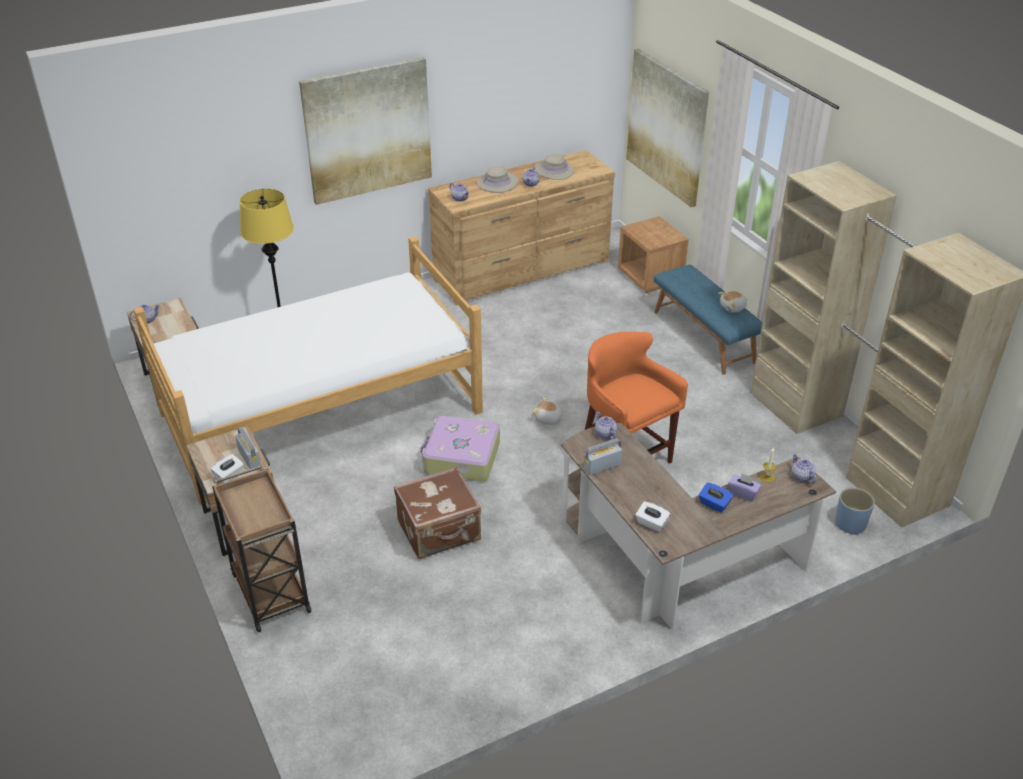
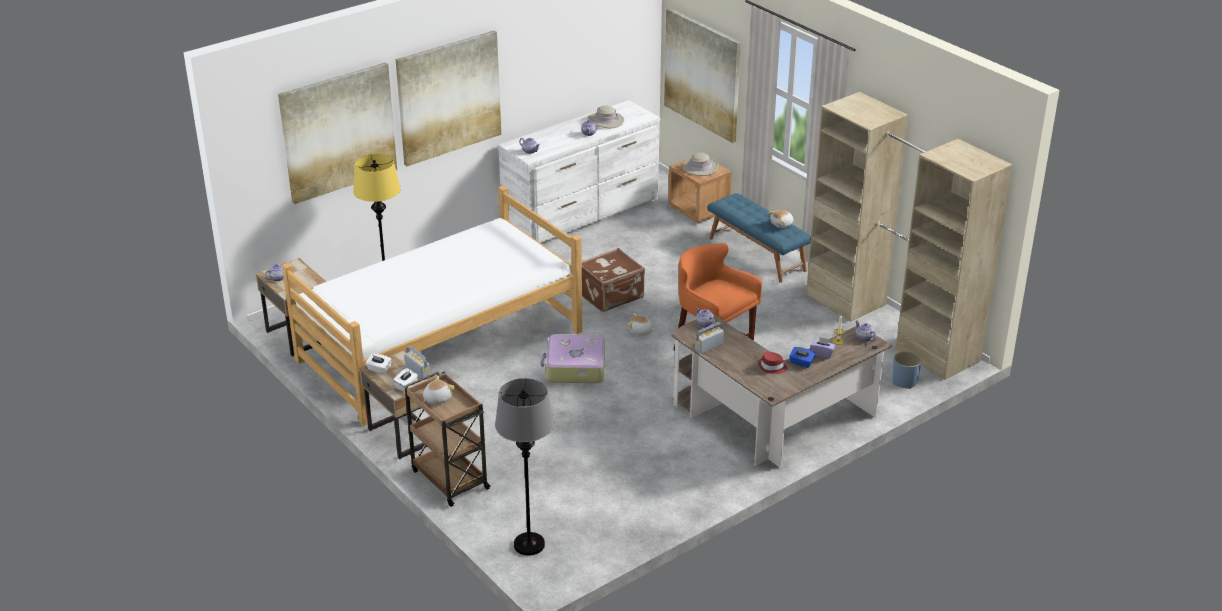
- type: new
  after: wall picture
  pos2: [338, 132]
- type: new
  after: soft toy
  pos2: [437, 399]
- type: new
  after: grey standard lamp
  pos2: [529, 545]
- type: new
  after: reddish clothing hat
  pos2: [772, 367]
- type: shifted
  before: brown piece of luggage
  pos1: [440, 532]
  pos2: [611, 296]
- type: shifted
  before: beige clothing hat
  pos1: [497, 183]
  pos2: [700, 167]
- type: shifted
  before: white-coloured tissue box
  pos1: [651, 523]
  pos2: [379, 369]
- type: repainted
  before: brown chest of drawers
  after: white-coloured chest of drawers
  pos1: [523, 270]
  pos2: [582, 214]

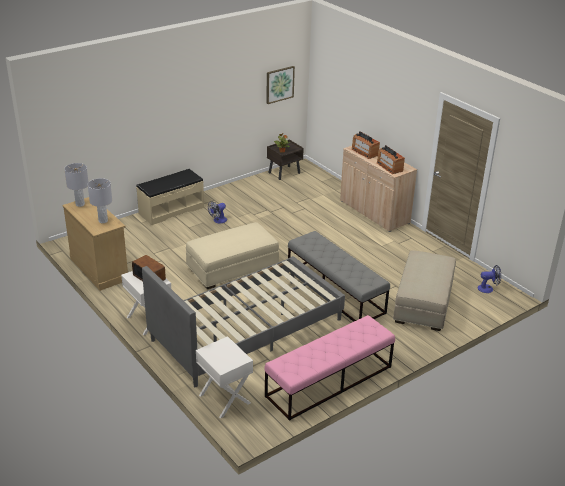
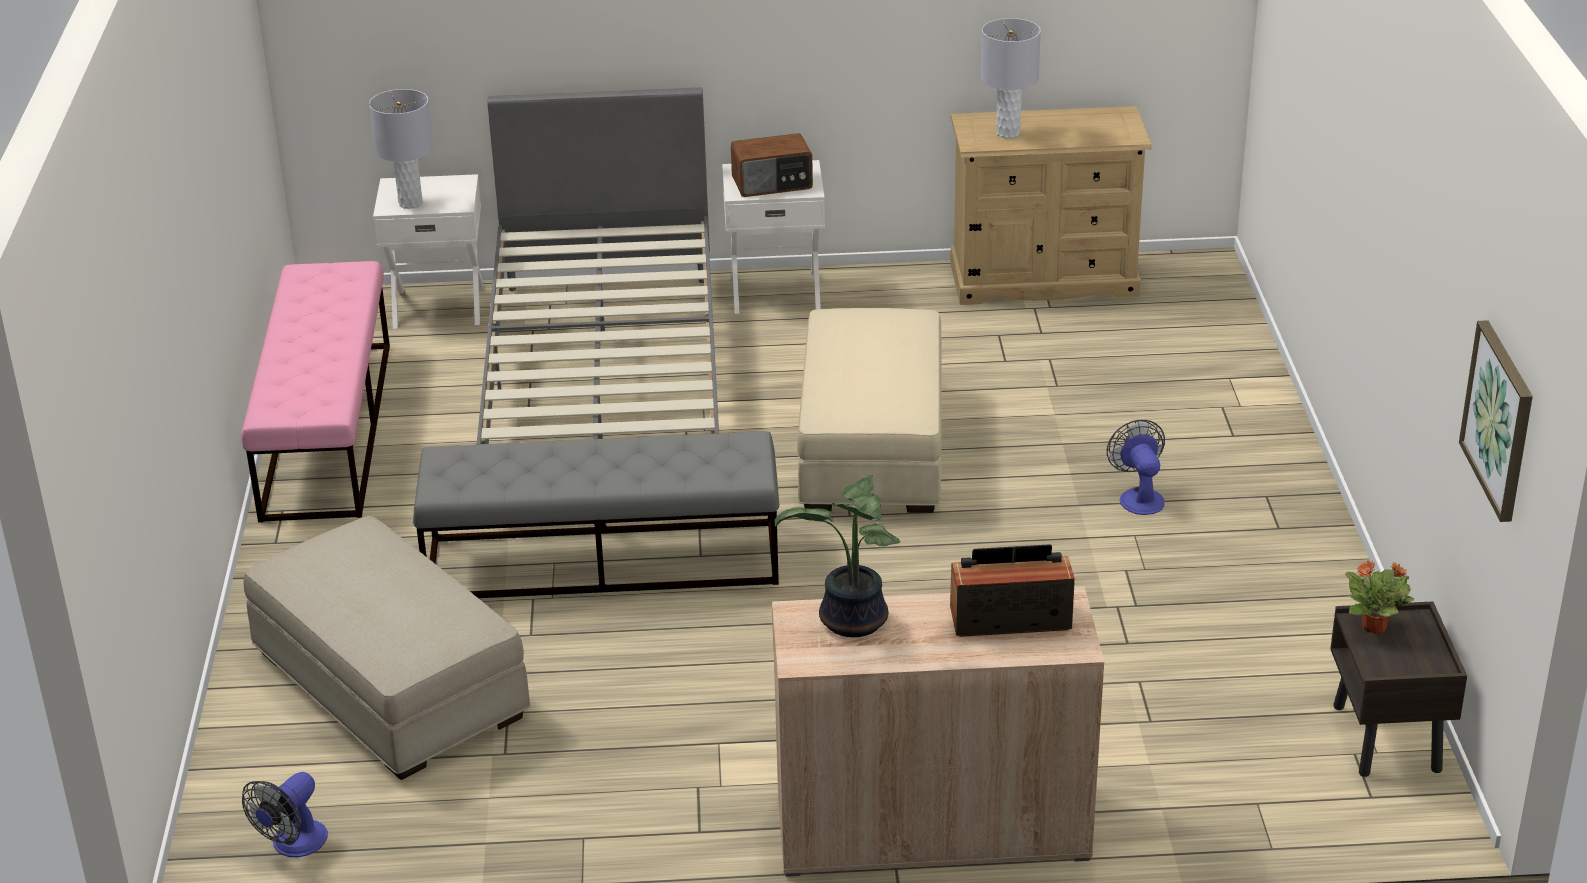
- type: gone
  before: beige bench
  pos1: [171, 210]
- type: shifted
  before: grey table lamp
  pos1: [80, 204]
  pos2: [411, 203]
- type: swapped
  before: radio
  after: plant in a pot
  pos1: [389, 167]
  pos2: [851, 623]

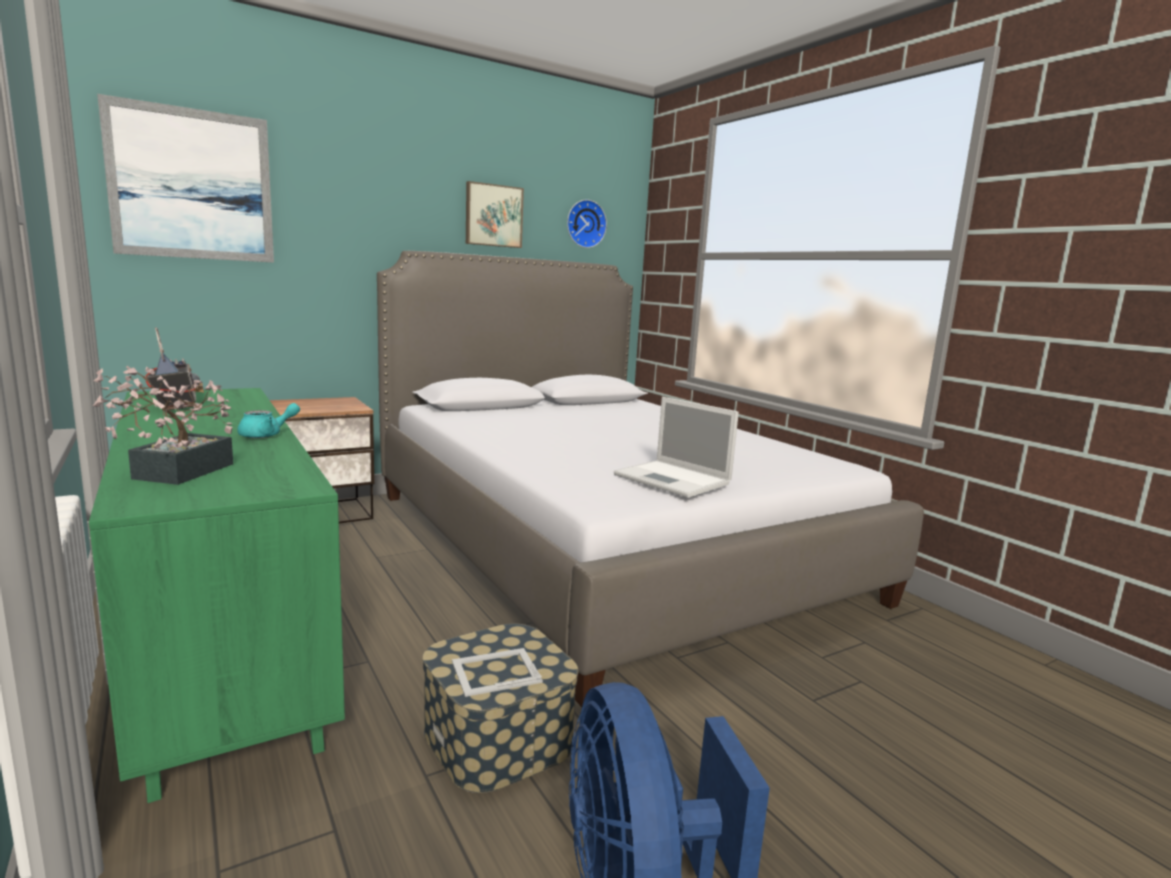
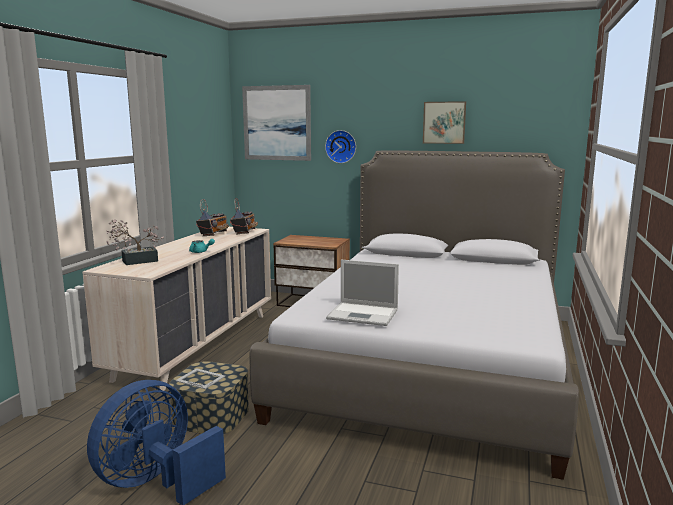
- type: new
  after: radio
  pos2: [244, 232]
- type: shifted
  before: wall clock
  pos1: [585, 224]
  pos2: [341, 146]
- type: repainted
  before: green-coloured chest of drawers
  after: beige chest of drawers
  pos1: [222, 643]
  pos2: [197, 344]
- type: rotated
  before: notebook computer
  pos1: [674, 480]
  pos2: [364, 314]
  turn: -75

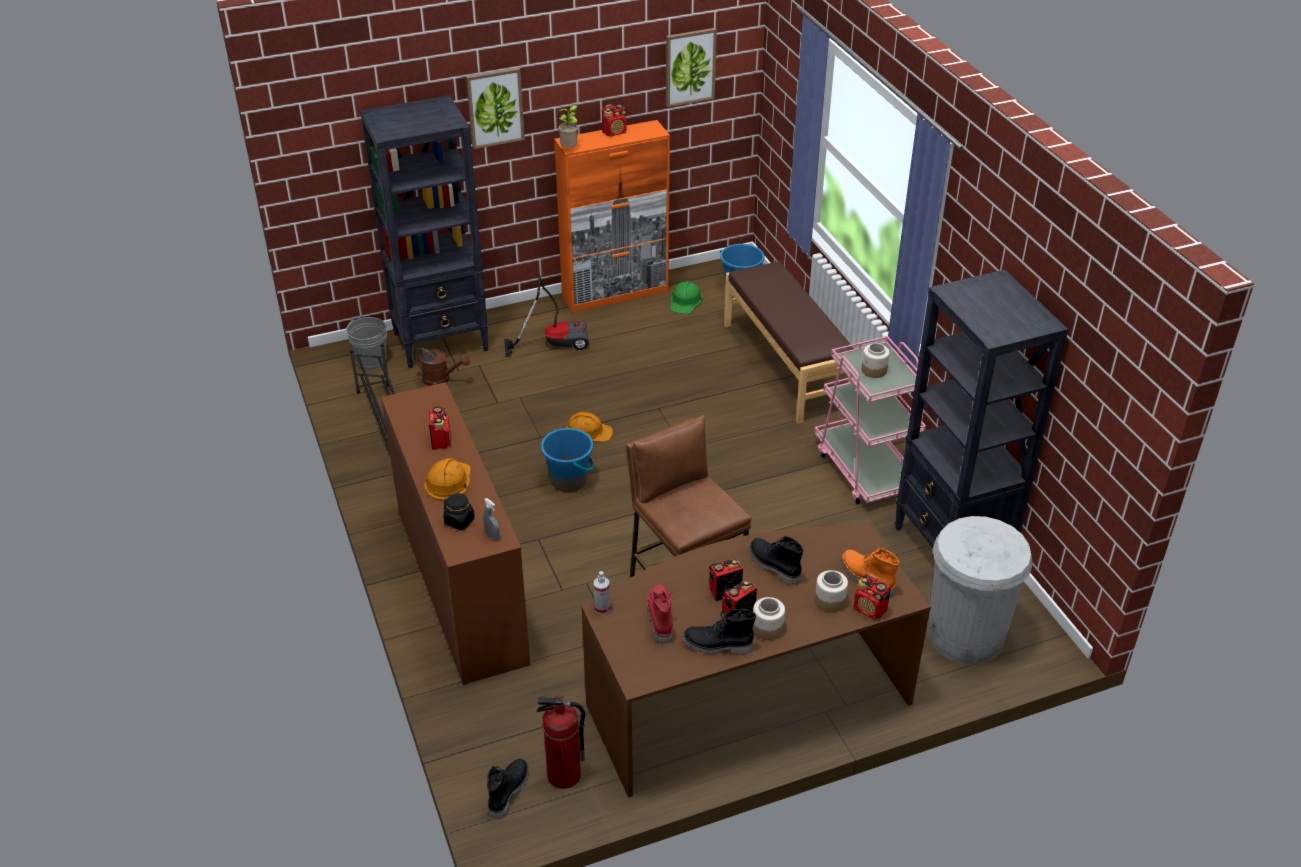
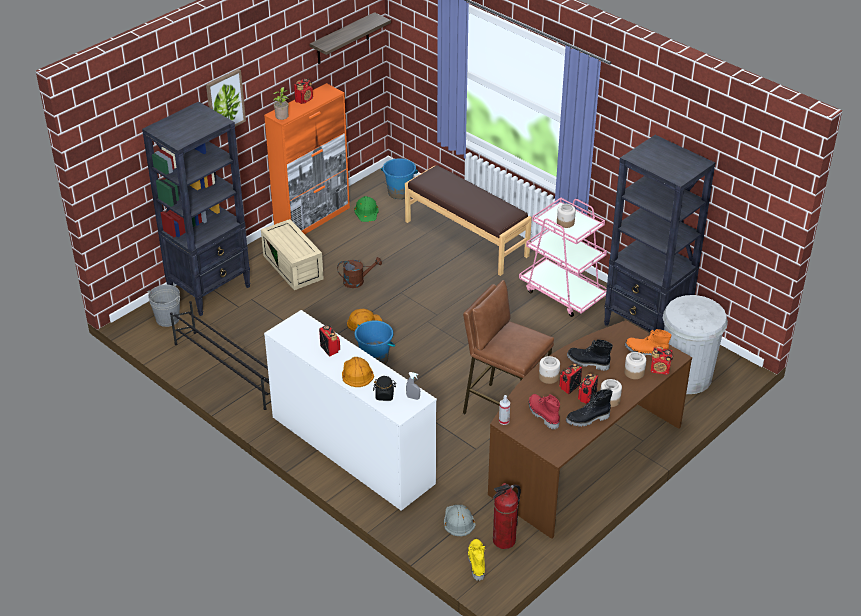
- type: new
  after: grey hard hat
  pos2: [458, 521]
- type: new
  after: jar
  pos2: [548, 377]
- type: shifted
  before: brown sprinkling can
  pos1: [441, 379]
  pos2: [357, 281]
- type: swapped
  before: vacuum
  after: beige storage box
  pos1: [554, 342]
  pos2: [294, 267]
- type: swapped
  before: wall picture
  after: bracket shelf
  pos1: [690, 67]
  pos2: [342, 39]
- type: repainted
  before: brown chest of drawers
  after: white-coloured chest of drawers
  pos1: [461, 584]
  pos2: [352, 450]
- type: repainted
  before: black boot
  after: yellow-coloured boot
  pos1: [507, 791]
  pos2: [476, 562]

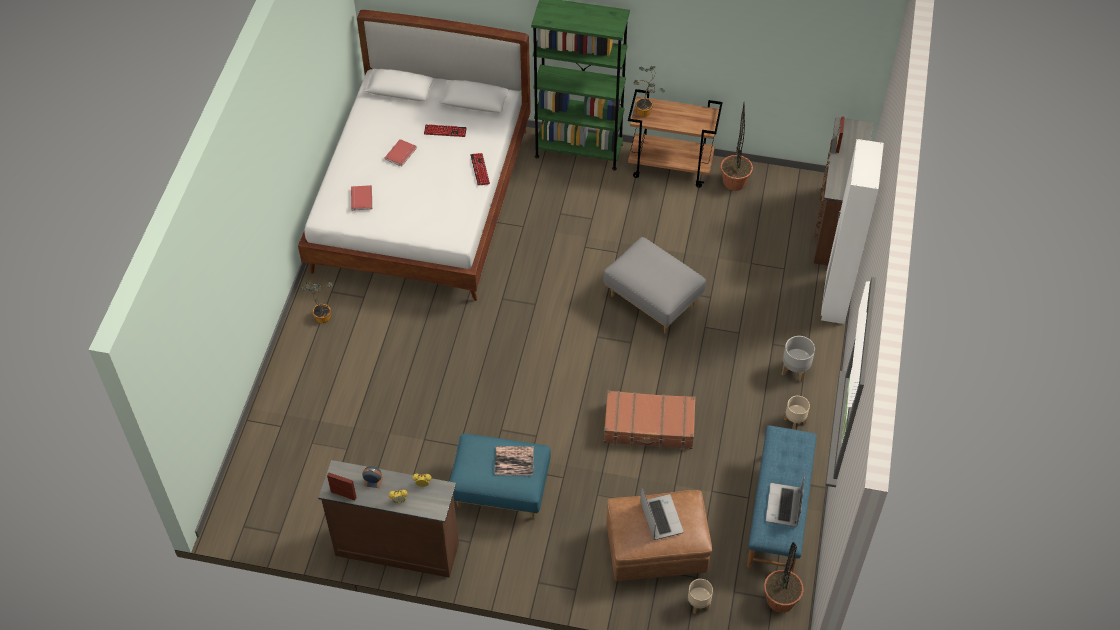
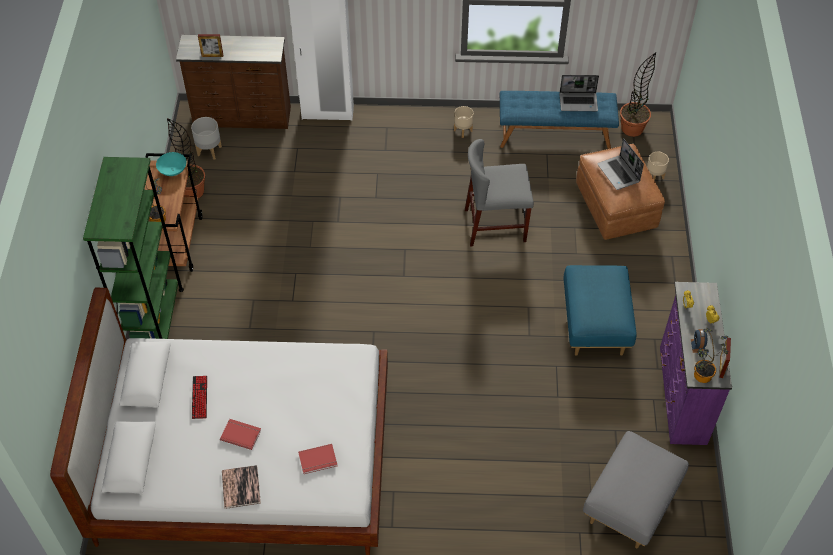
- type: gone
  before: computer keyboard
  pos1: [480, 169]
- type: new
  after: turquoise serving bowl
  pos2: [172, 171]
- type: shifted
  before: plant in a pot
  pos1: [322, 315]
  pos2: [700, 377]
- type: shifted
  before: volume
  pos1: [514, 461]
  pos2: [241, 487]
- type: shifted
  before: grey footrest
  pos1: [653, 300]
  pos2: [630, 503]
- type: shifted
  before: grey flower pot
  pos1: [795, 370]
  pos2: [209, 150]
- type: swapped
  before: brown piece of luggage
  after: grey chair
  pos1: [649, 426]
  pos2: [495, 225]
- type: repainted
  before: brown chest of drawers
  after: purplish chest of drawers
  pos1: [397, 548]
  pos2: [681, 395]
- type: rotated
  before: notebook computer
  pos1: [660, 517]
  pos2: [619, 173]
  turn: -90

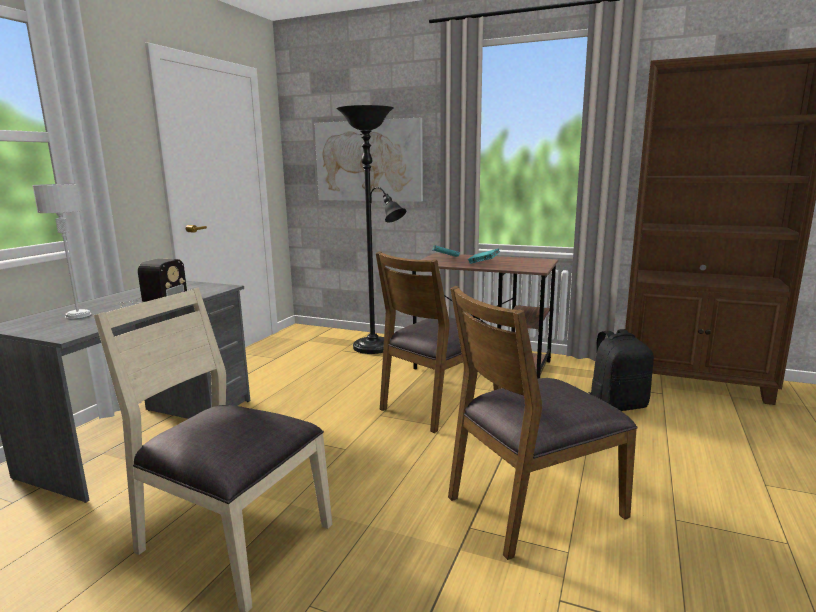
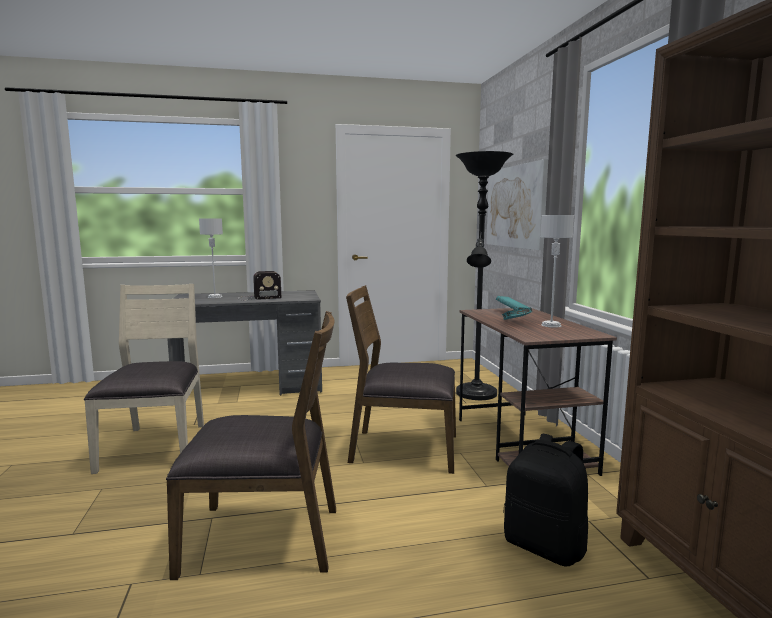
- type: new
  after: grey table lamp
  pos2: [551, 325]
- type: rotated
  before: brown chair
  pos1: [532, 505]
  pos2: [264, 538]
  turn: 150

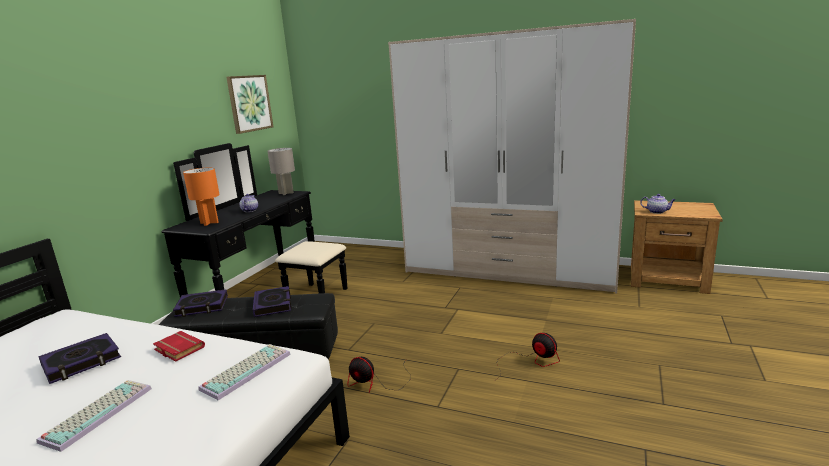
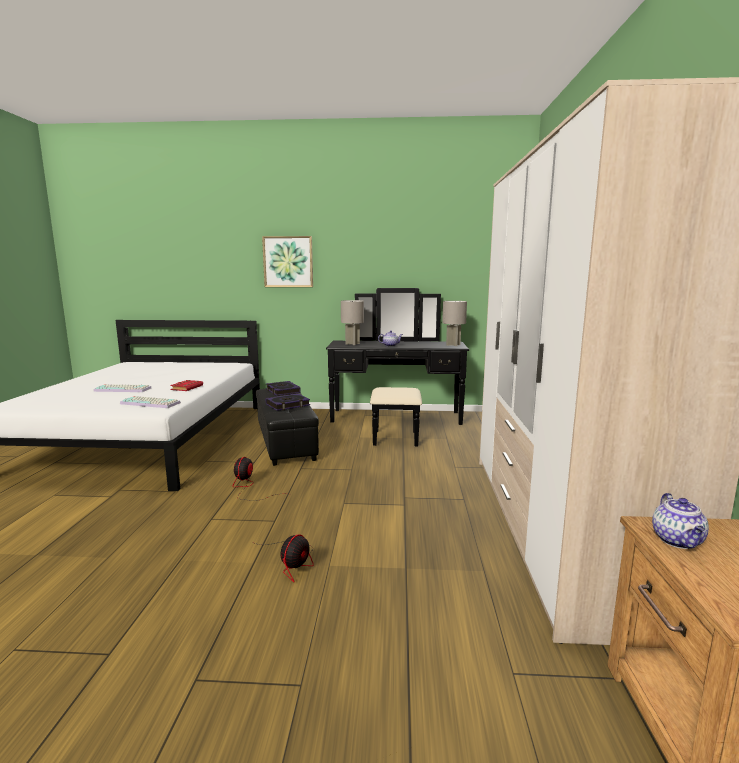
- type: gone
  before: volume
  pos1: [82, 362]
- type: shifted
  before: wall picture
  pos1: [249, 103]
  pos2: [288, 262]
- type: repainted
  before: orange table lamp
  after: grey table lamp
  pos1: [209, 222]
  pos2: [352, 344]

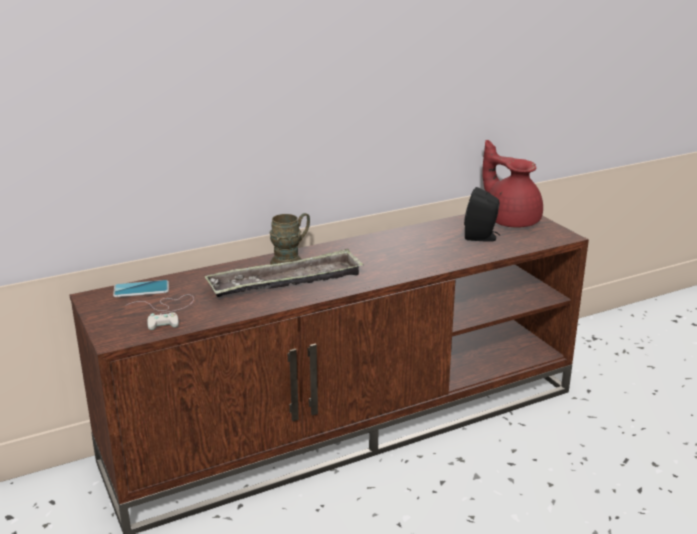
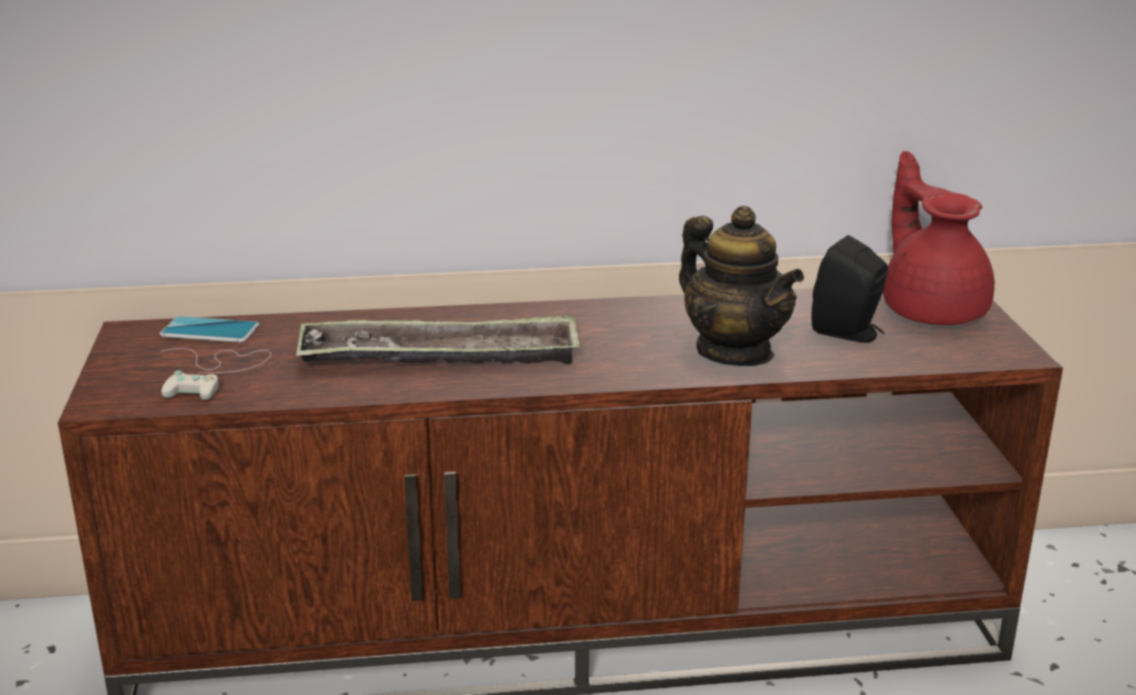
- type: gone
  before: brown tea mug
  pos1: [291, 260]
- type: new
  after: teapot
  pos2: [734, 352]

